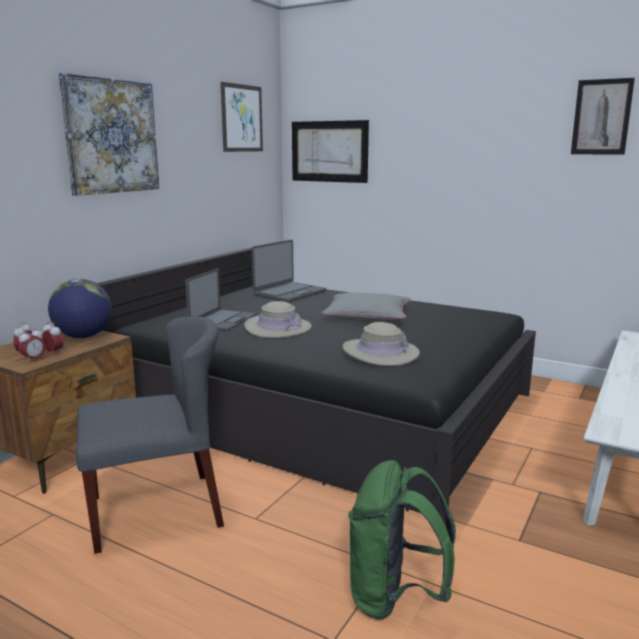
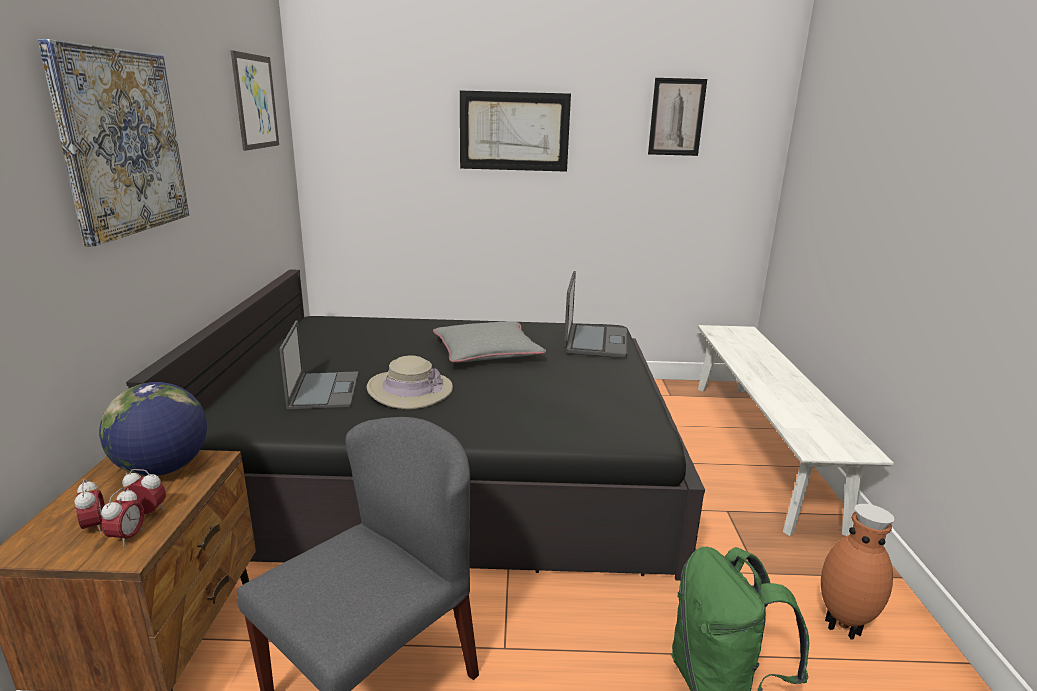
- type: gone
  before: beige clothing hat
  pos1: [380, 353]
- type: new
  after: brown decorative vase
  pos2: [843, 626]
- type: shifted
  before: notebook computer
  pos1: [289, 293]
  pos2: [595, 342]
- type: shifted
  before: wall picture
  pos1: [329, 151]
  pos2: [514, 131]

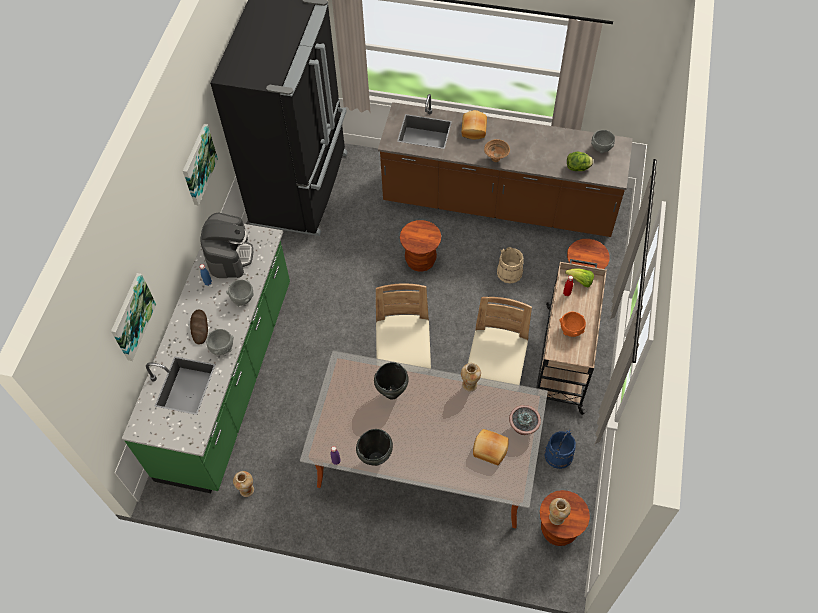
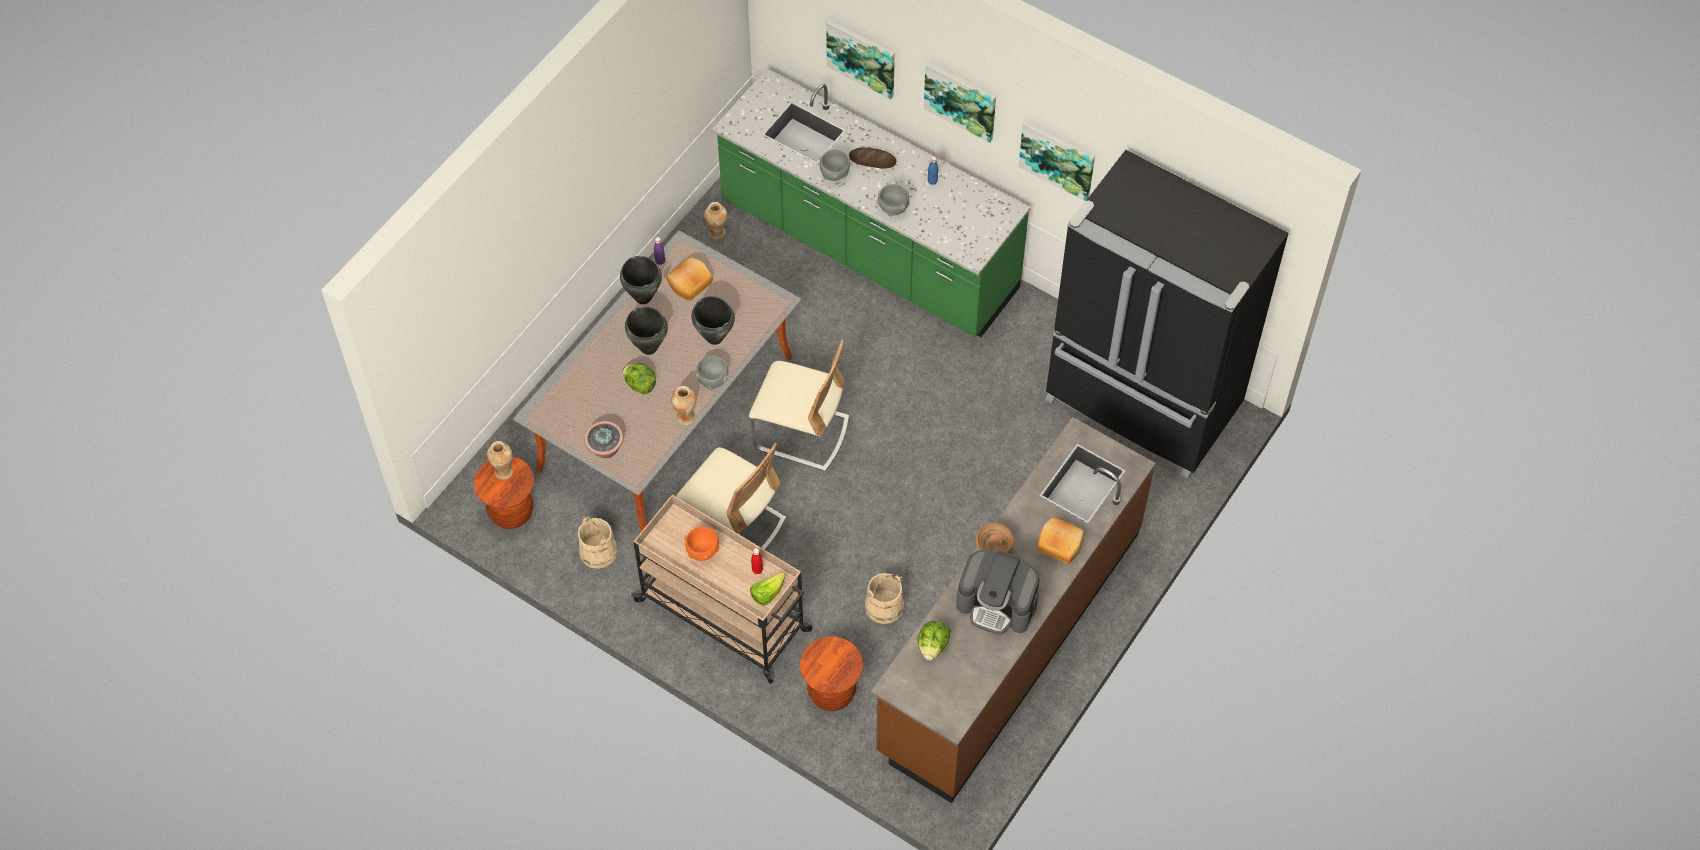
- type: gone
  before: brown stool seat
  pos1: [420, 261]
- type: new
  after: head of lettuce
  pos2: [640, 384]
- type: new
  after: black stockpot
  pos2: [648, 348]
- type: new
  after: wall picture
  pos2: [961, 100]
- type: shifted
  before: coffee machine
  pos1: [229, 255]
  pos2: [997, 603]
- type: shifted
  before: bread
  pos1: [490, 450]
  pos2: [689, 283]
- type: shifted
  before: grey serving bowl
  pos1: [601, 148]
  pos2: [713, 380]
- type: repainted
  before: blue-coloured pail
  after: beige pail
  pos1: [558, 455]
  pos2: [598, 552]

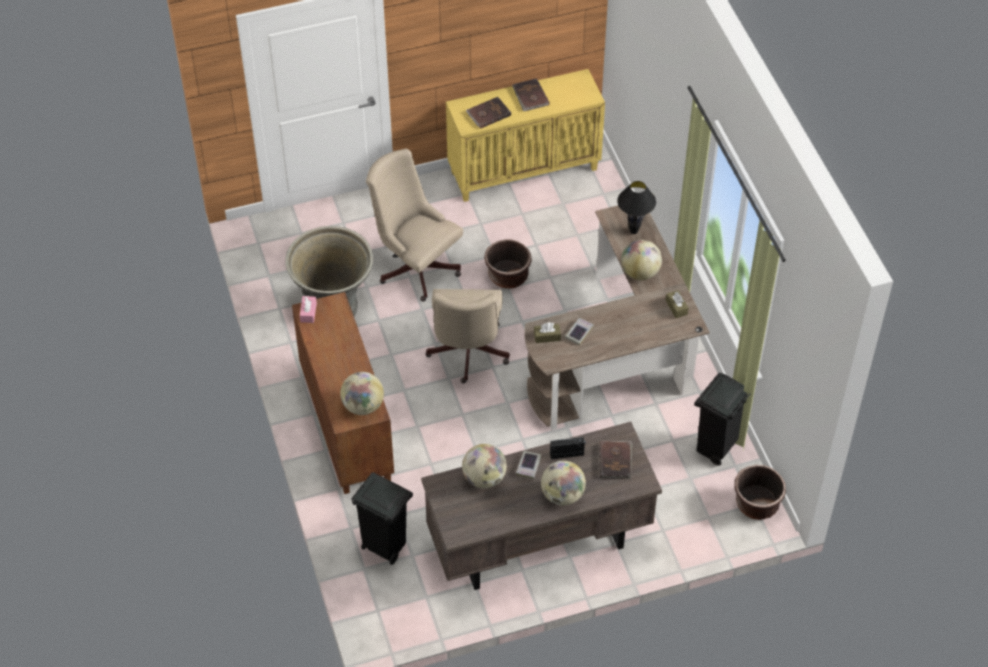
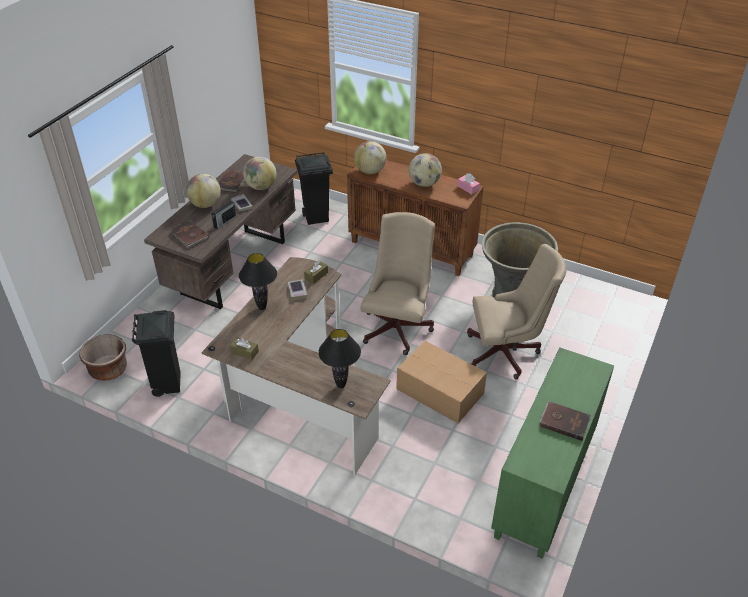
- type: new
  after: black table lamp
  pos2: [262, 307]
- type: shifted
  before: brown volume
  pos1: [488, 114]
  pos2: [232, 182]
- type: shifted
  before: world globe
  pos1: [640, 272]
  pos2: [424, 184]
- type: swapped
  before: brown flower pot
  after: cardboard box
  pos1: [507, 276]
  pos2: [440, 392]
- type: repainted
  before: yellow-coloured storage cabinet
  after: green-coloured storage cabinet
  pos1: [524, 170]
  pos2: [544, 486]
- type: rotated
  before: beige desk chair
  pos1: [467, 354]
  pos2: [398, 326]
  turn: 60

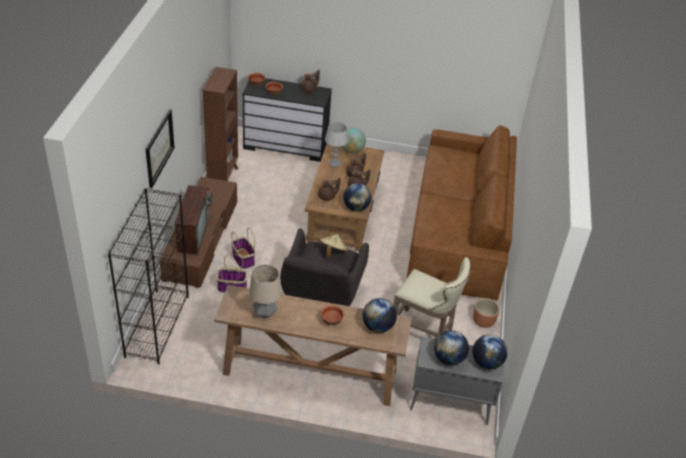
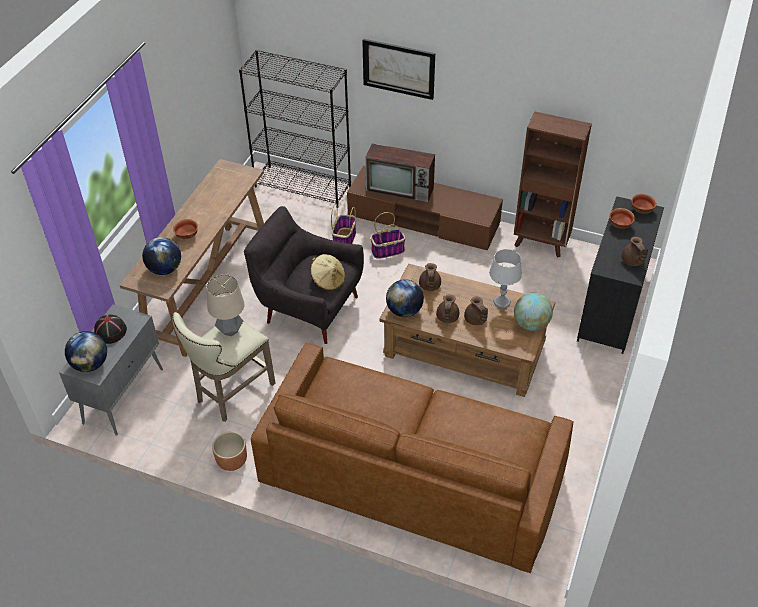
- type: shifted
  before: table lamp
  pos1: [264, 314]
  pos2: [230, 330]
- type: swapped
  before: world globe
  after: black clothing hat
  pos1: [449, 359]
  pos2: [110, 332]

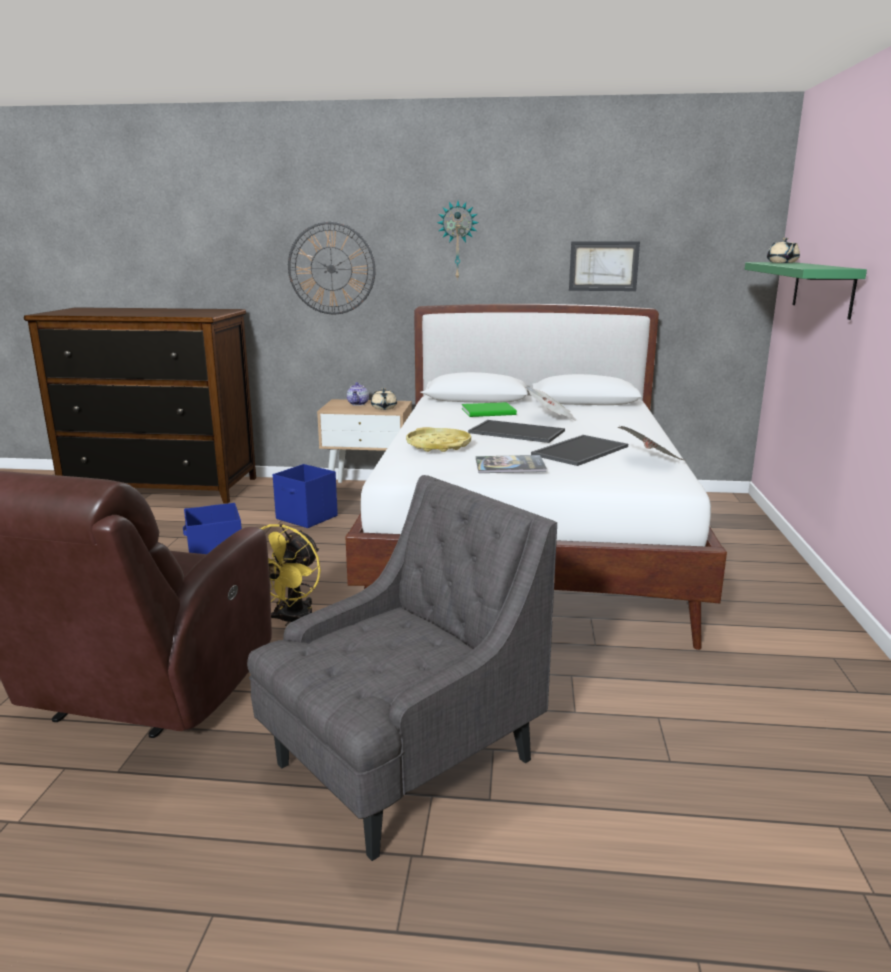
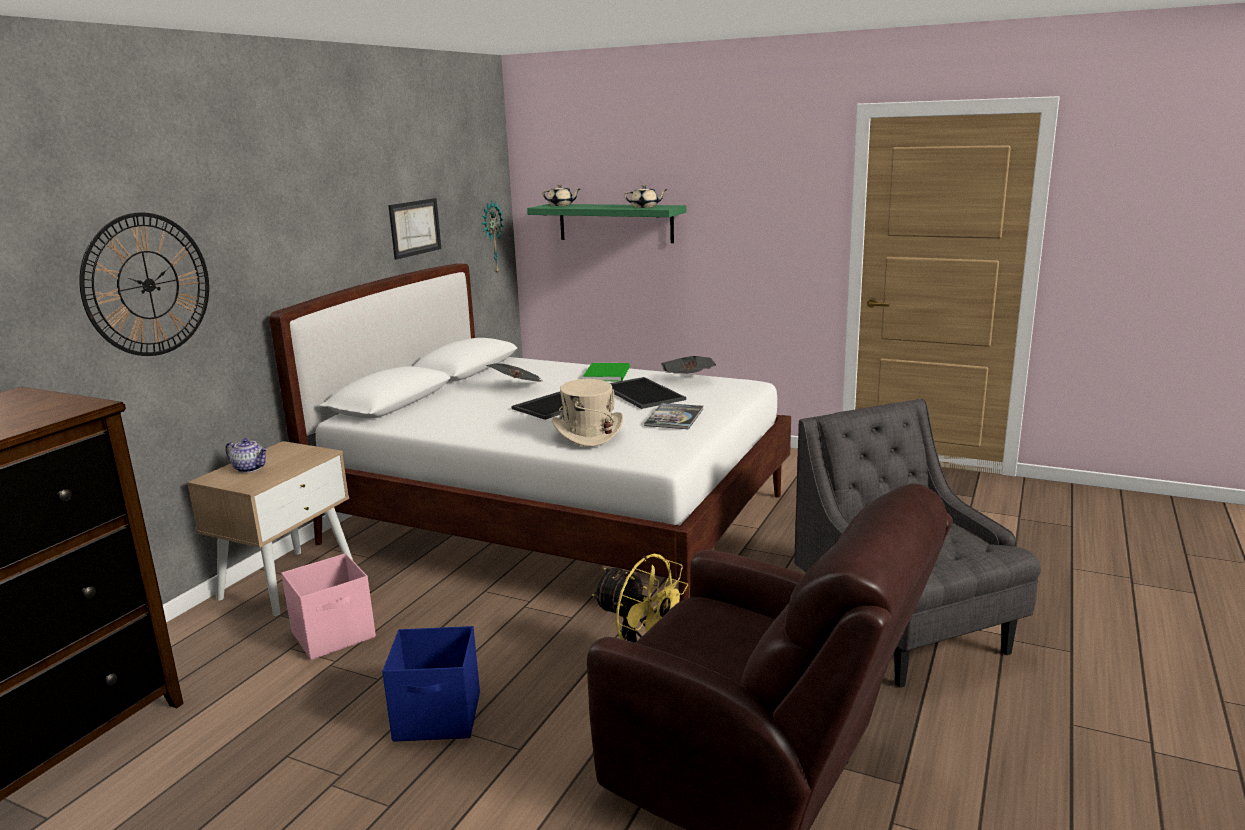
- type: shifted
  before: beige teapot
  pos1: [384, 408]
  pos2: [645, 207]
- type: shifted
  before: wall clock
  pos1: [458, 240]
  pos2: [491, 237]
- type: shifted
  before: green-coloured volume
  pos1: [490, 412]
  pos2: [608, 373]
- type: swapped
  before: yellow-coloured tray
  after: beige clothing hat
  pos1: [438, 445]
  pos2: [587, 432]
- type: repainted
  before: blue-coloured storage box
  after: pink-coloured storage box
  pos1: [307, 517]
  pos2: [335, 635]

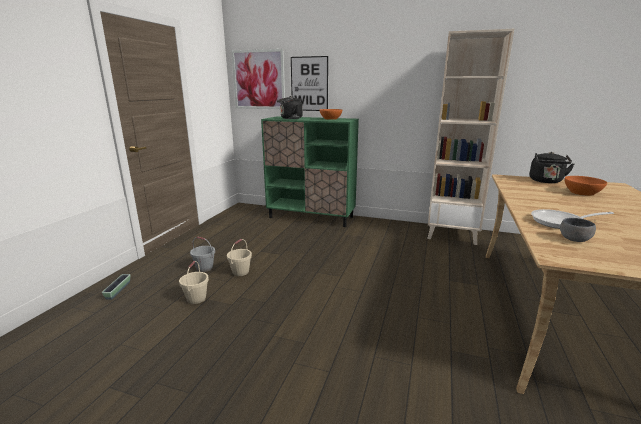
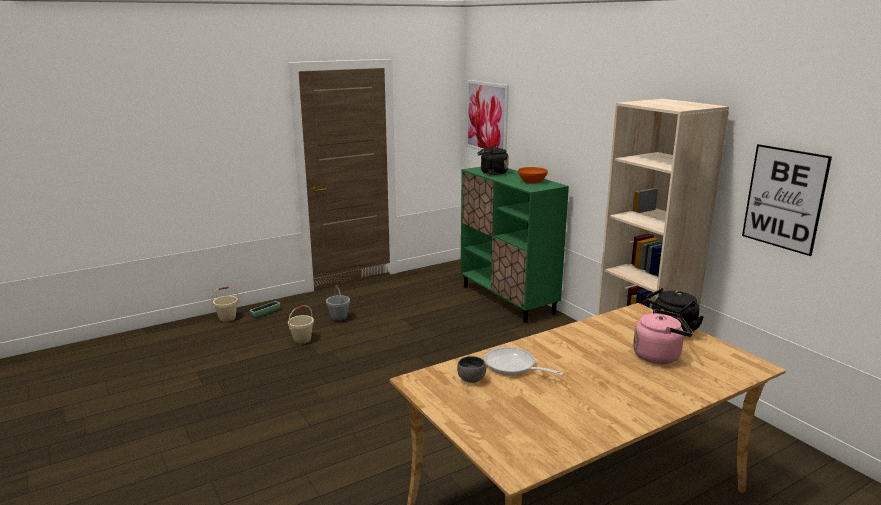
- type: shifted
  before: beige pail
  pos1: [240, 272]
  pos2: [227, 318]
- type: shifted
  before: wall picture
  pos1: [309, 84]
  pos2: [784, 198]
- type: swapped
  before: orange serving bowl
  after: pink-coloured kettle
  pos1: [582, 193]
  pos2: [659, 356]

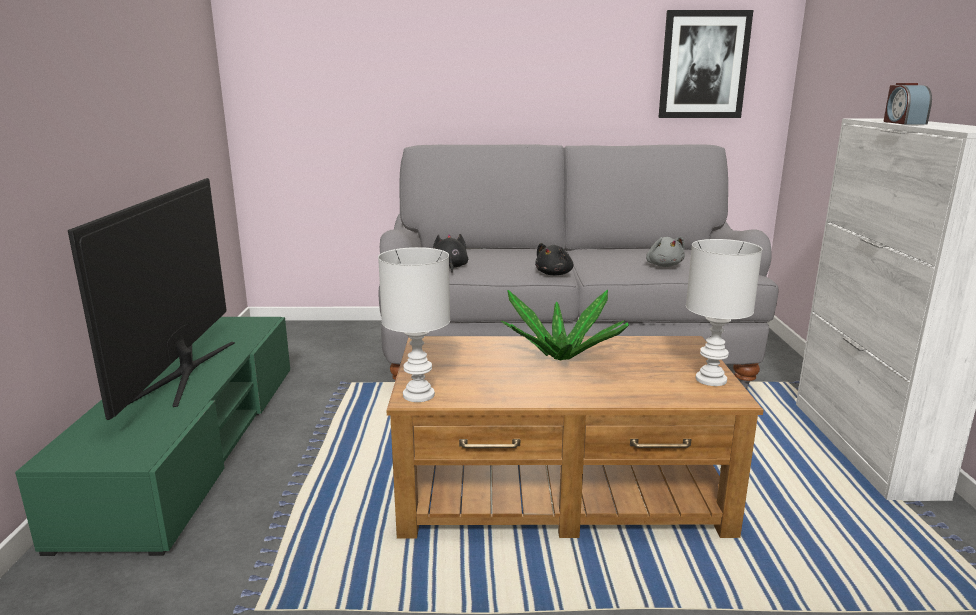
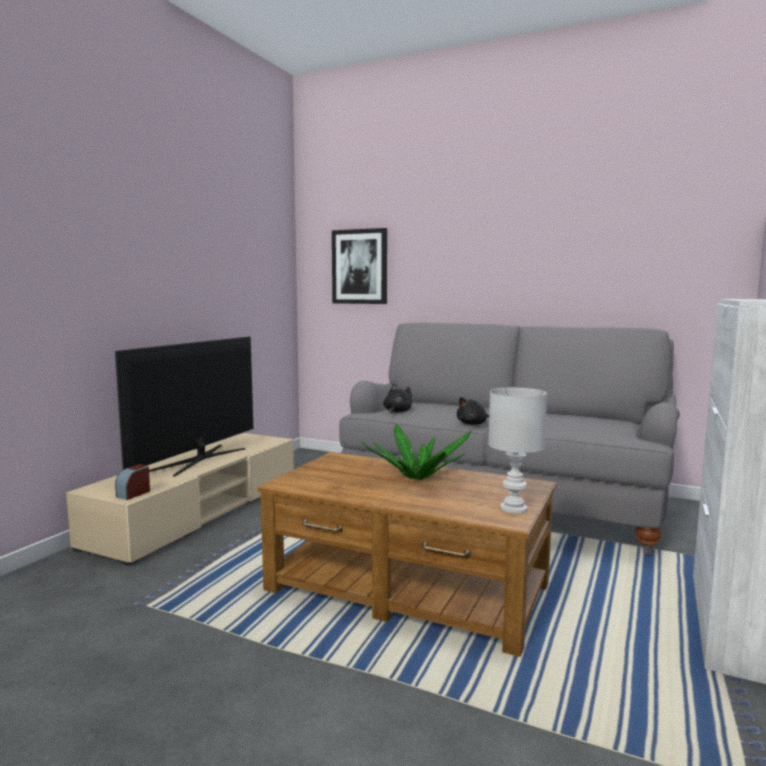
- type: gone
  before: white-coloured table lamp
  pos1: [420, 395]
- type: gone
  before: grey soft toy
  pos1: [663, 265]
- type: shifted
  before: wall picture
  pos1: [703, 65]
  pos2: [360, 267]
- type: shifted
  before: alarm clock
  pos1: [903, 123]
  pos2: [134, 494]
- type: repainted
  before: green-coloured tv unit
  after: beige tv unit
  pos1: [193, 443]
  pos2: [199, 511]

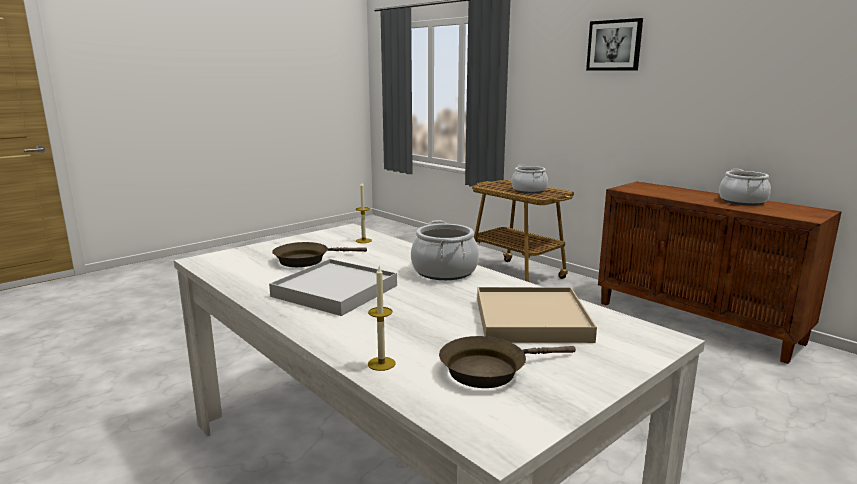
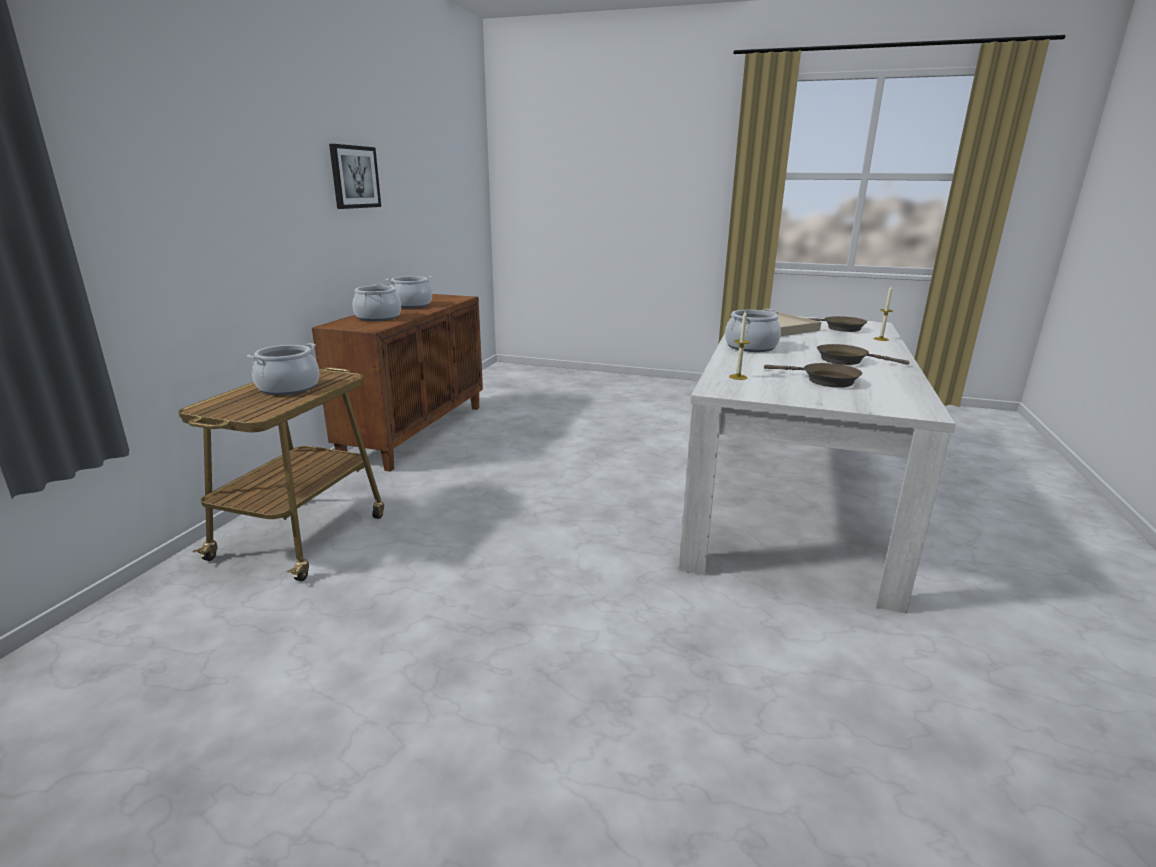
- type: new
  after: stockpot
  pos2: [378, 317]
- type: shifted
  before: wall picture
  pos1: [614, 45]
  pos2: [354, 177]
- type: swapped
  before: white-coloured tray
  after: brown frying pan
  pos1: [335, 291]
  pos2: [846, 360]

